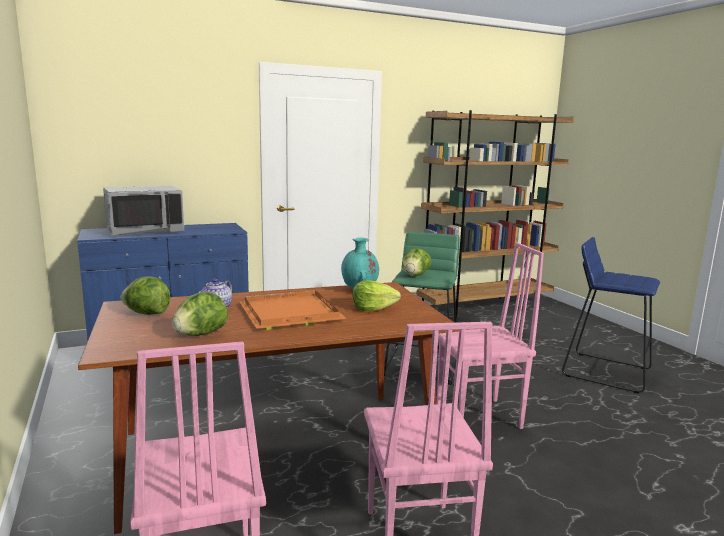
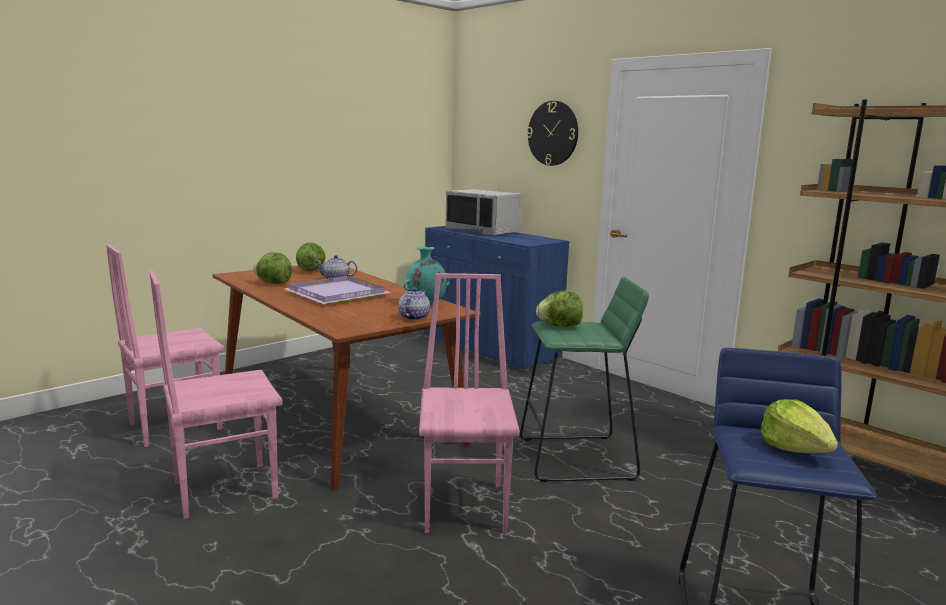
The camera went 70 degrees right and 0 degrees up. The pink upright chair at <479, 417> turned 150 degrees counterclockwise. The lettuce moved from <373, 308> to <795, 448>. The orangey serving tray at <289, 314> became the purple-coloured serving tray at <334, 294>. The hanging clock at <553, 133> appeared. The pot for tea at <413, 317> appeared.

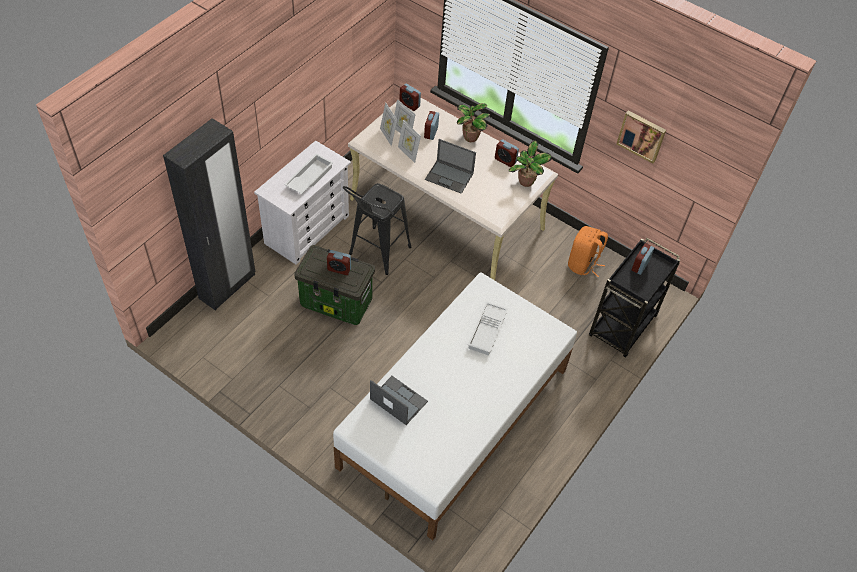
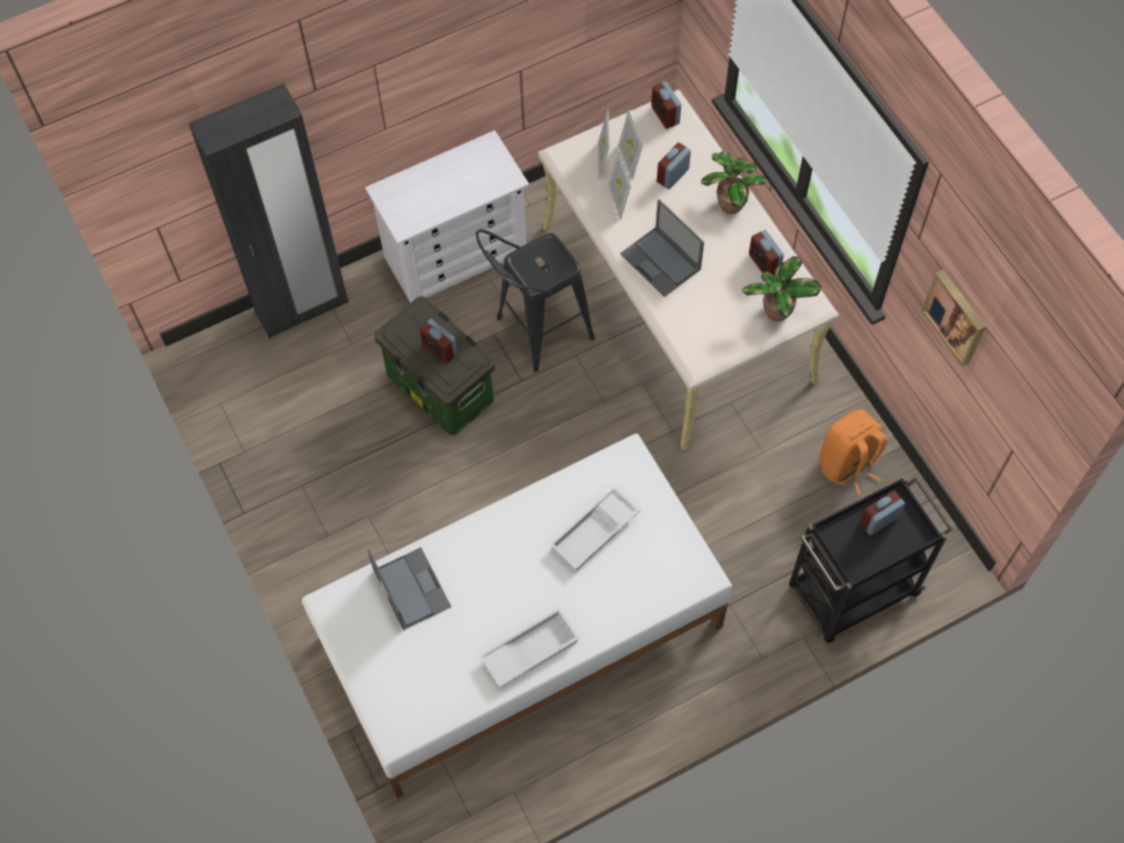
The camera went 30 degrees right and 10 degrees up. The white serving tray moved from <309, 177> to <530, 649>.

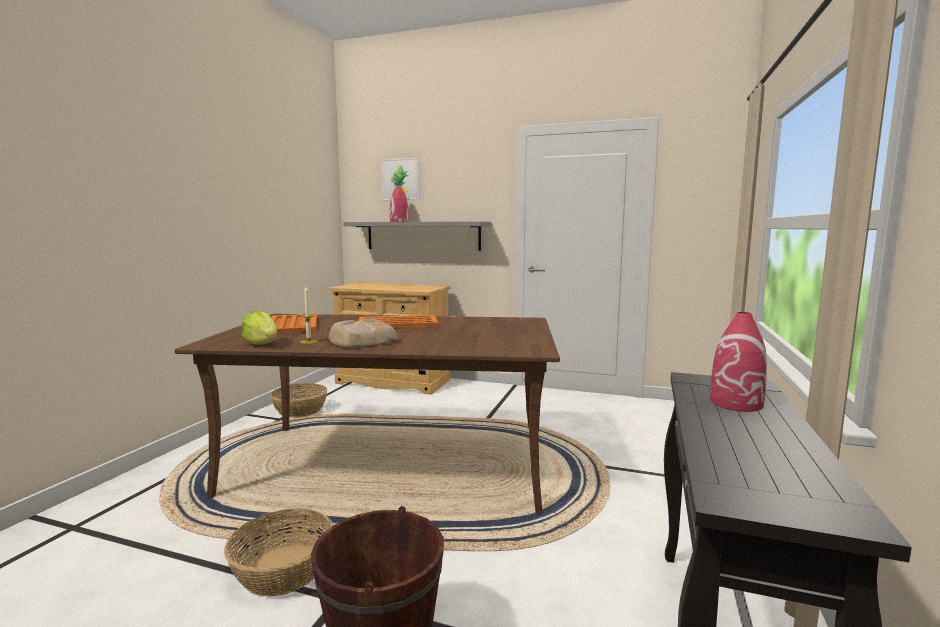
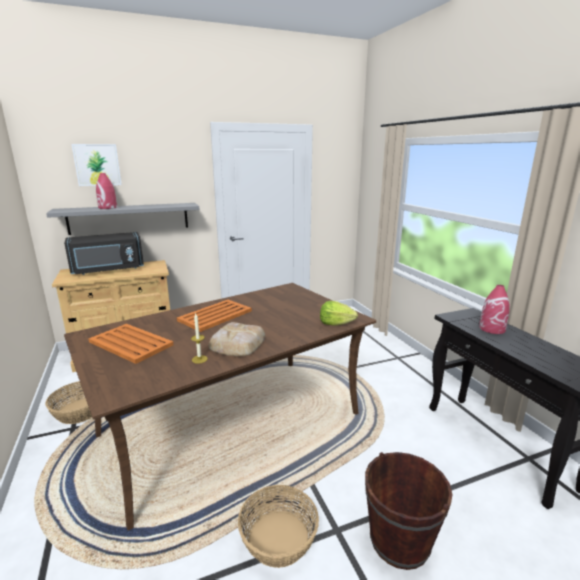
The camera went 40 degrees left and 10 degrees up. The lettuce moved from <262, 344> to <336, 323>. The black-coloured kitchen microwave at <108, 270> appeared.

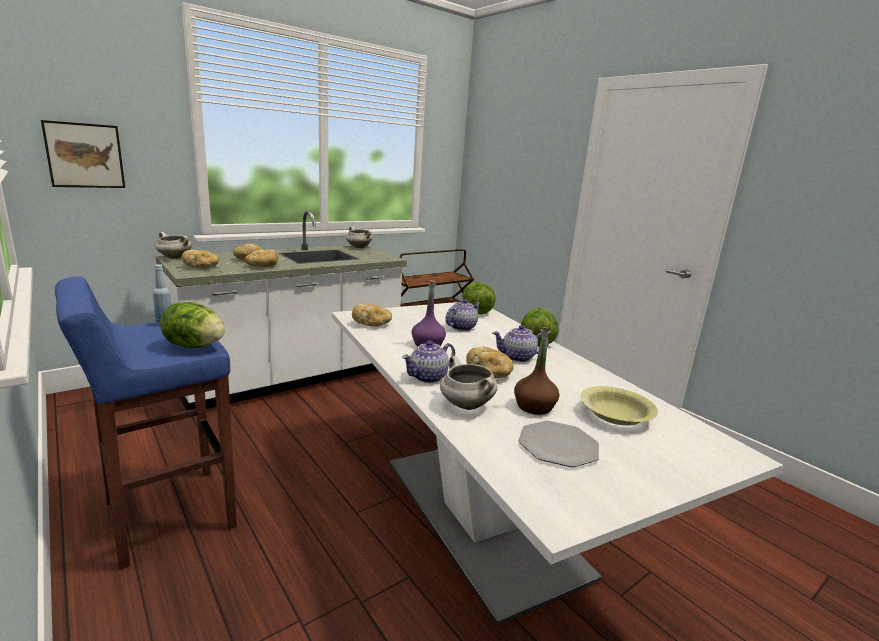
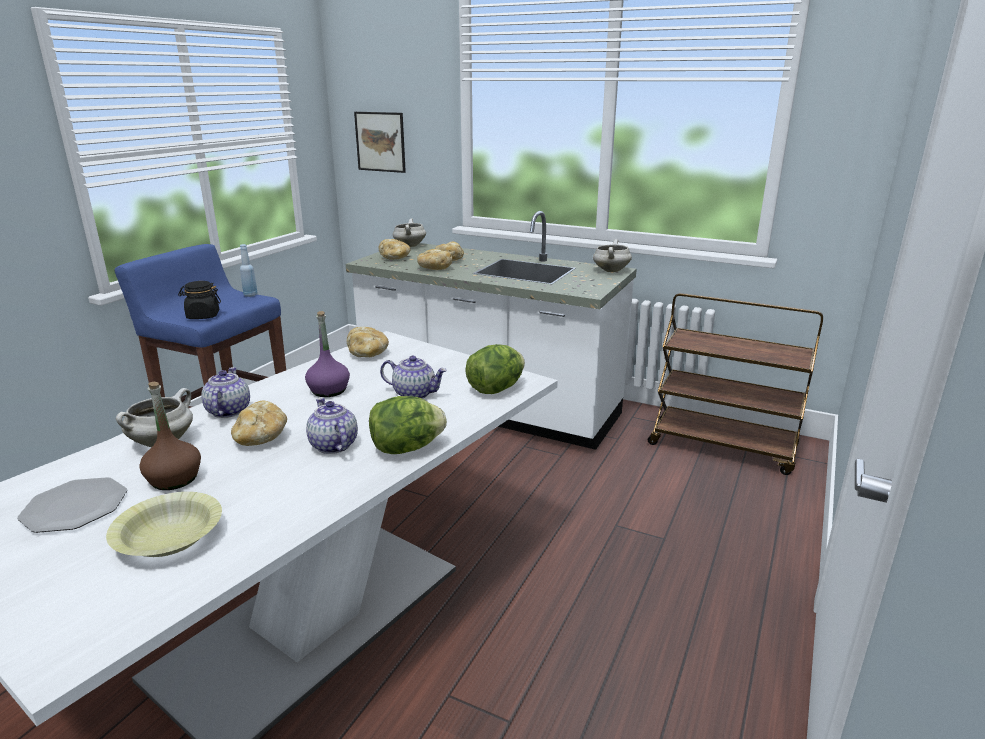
The camera went 65 degrees right and 5 degrees up. The lettuce at <195, 346> was replaced by the black-coloured preserve jar at <203, 316>. The pot for tea at <428, 377> turned 60 degrees clockwise.

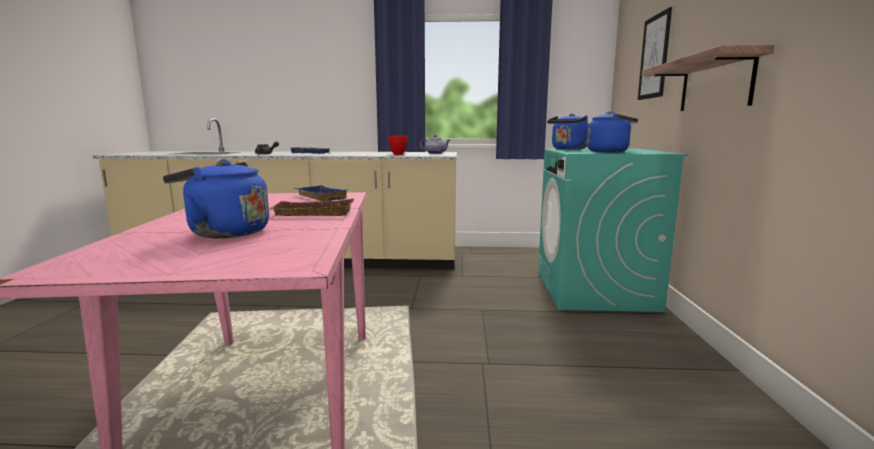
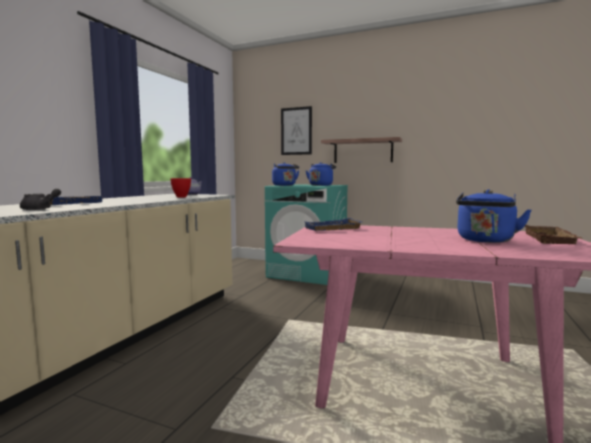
The camera went 70 degrees left and 5 degrees down. The brown-coloured serving tray moved from <312, 214> to <552, 239>.

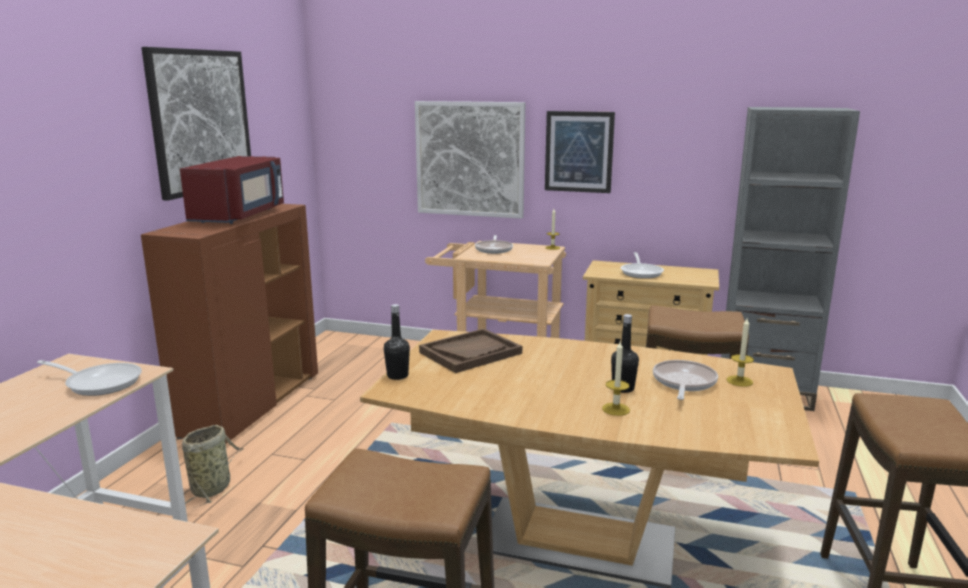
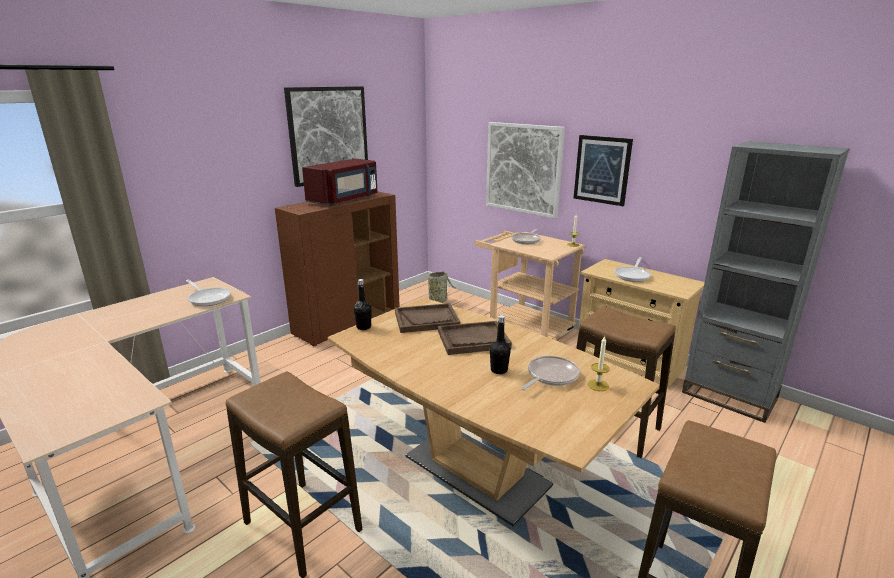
The camera went 25 degrees right and 5 degrees up. The wax candle at <615, 409> disappeared. The storage basket moved from <212, 488> to <439, 301>. The brown-coloured serving tray at <473, 339> appeared.

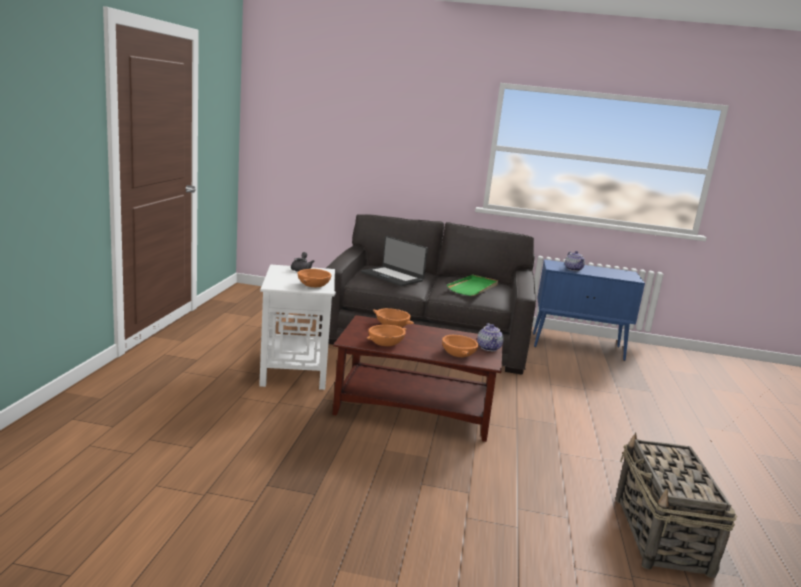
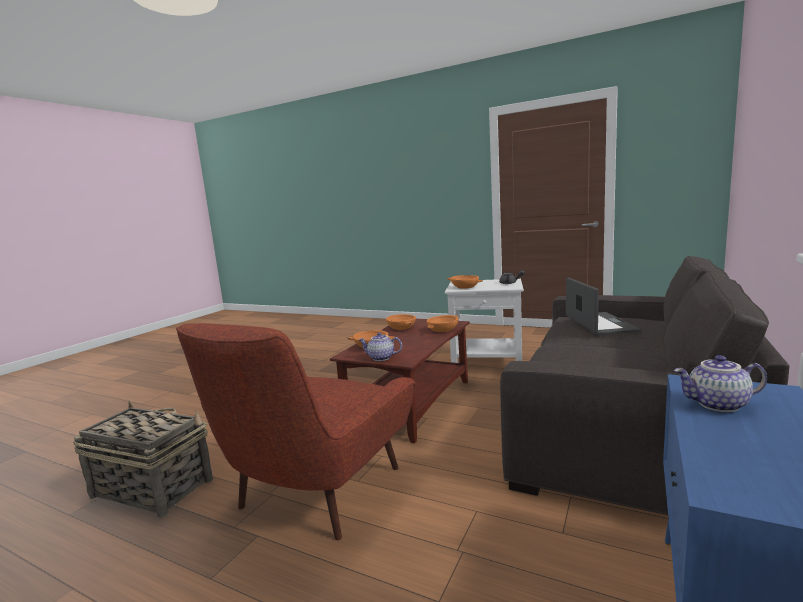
The camera went 110 degrees right and 5 degrees down. The notebook computer at <392, 276> turned 120 degrees clockwise. The green serving tray at <473, 287> disappeared. The reddish armchair at <315, 493> appeared.

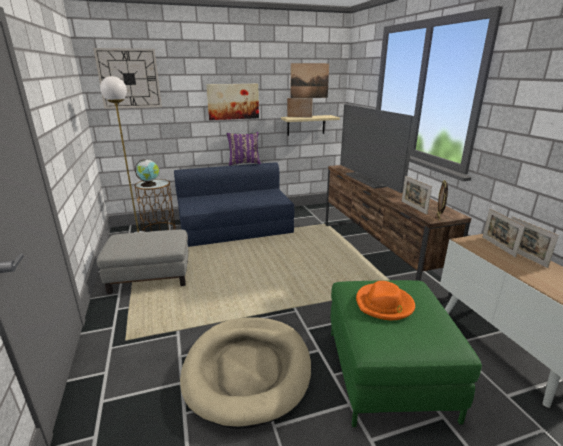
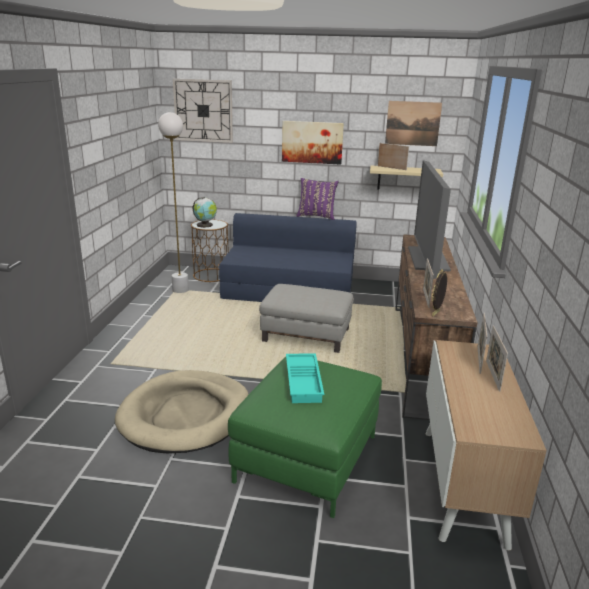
The camera went 25 degrees right and 0 degrees up. The gray pouffe moved from <150, 276> to <306, 335>. The orangey wearable hat at <384, 304> was replaced by the turquoise-coloured serving tray at <304, 382>.

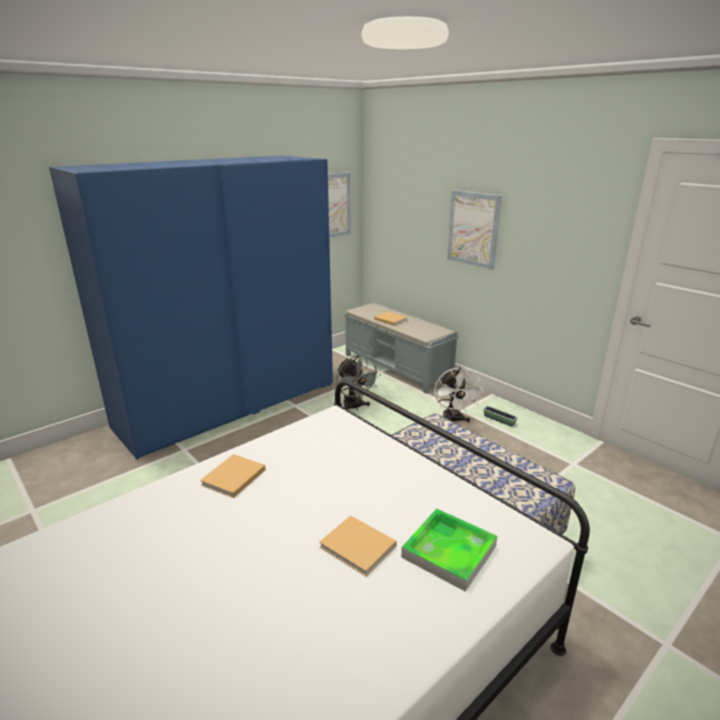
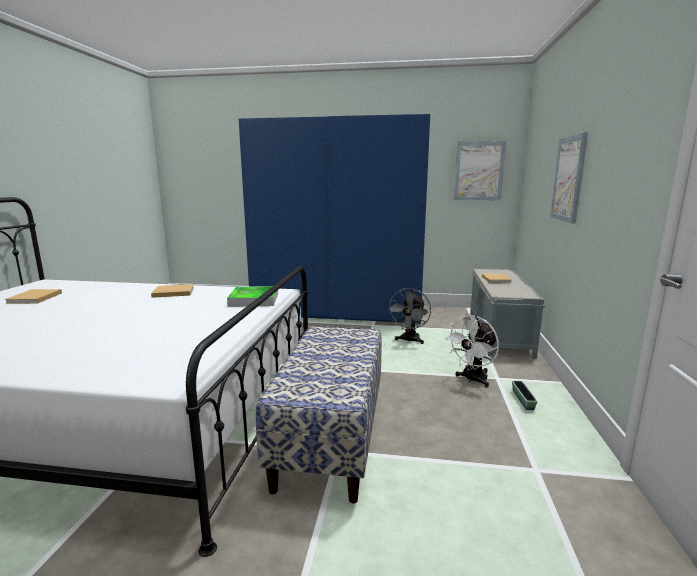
The camera went 50 degrees right and 10 degrees down. The serving tray moved from <449, 551> to <254, 300>. The beige-coloured book moved from <359, 548> to <33, 298>.

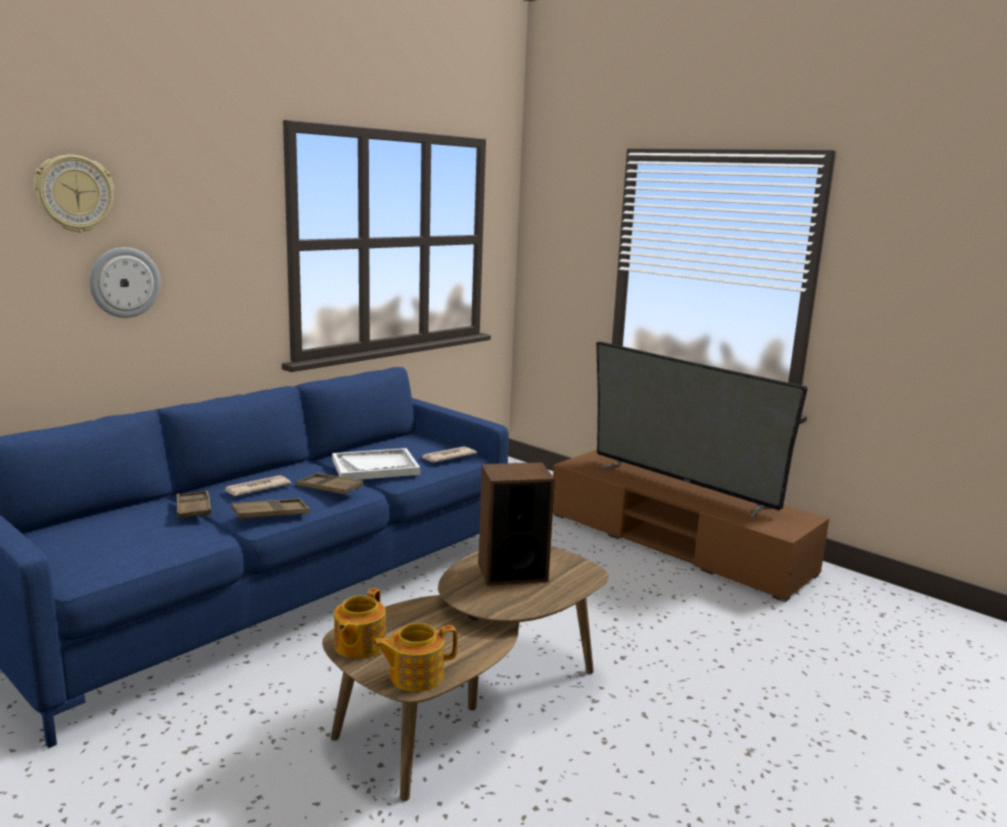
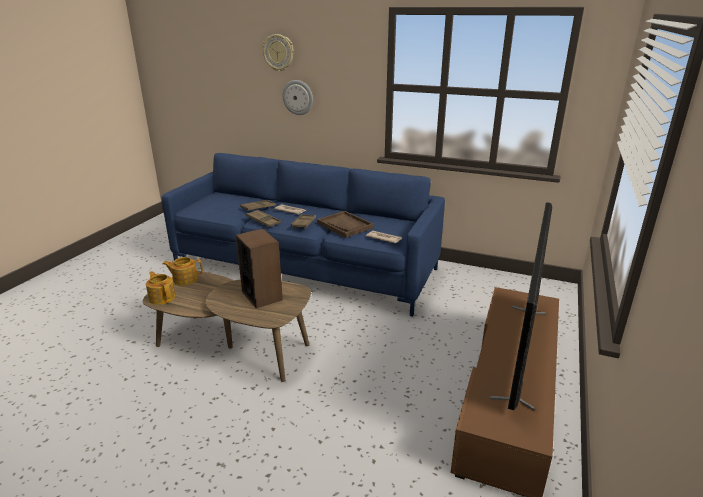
The camera went 70 degrees right and 10 degrees up. The white serving tray at <375, 467> became the brown-coloured serving tray at <345, 225>.

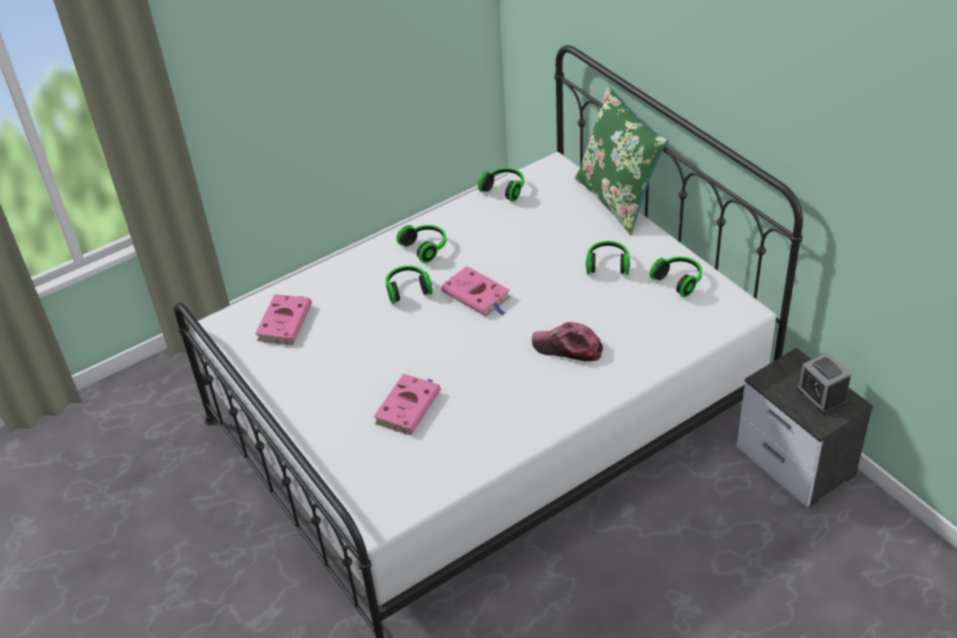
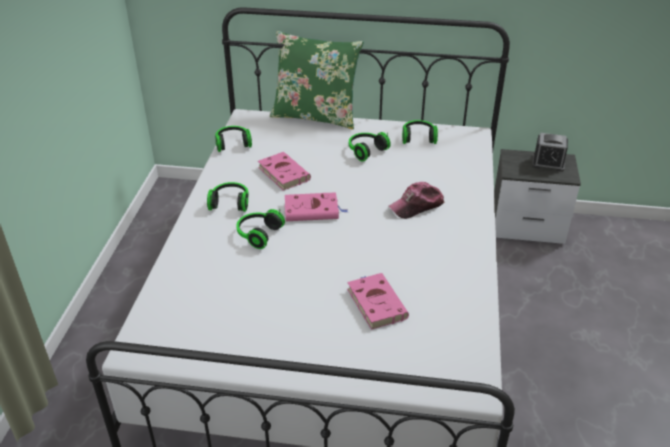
The camera went 50 degrees left and 5 degrees down. The pink book moved from <285, 321> to <282, 173>.

